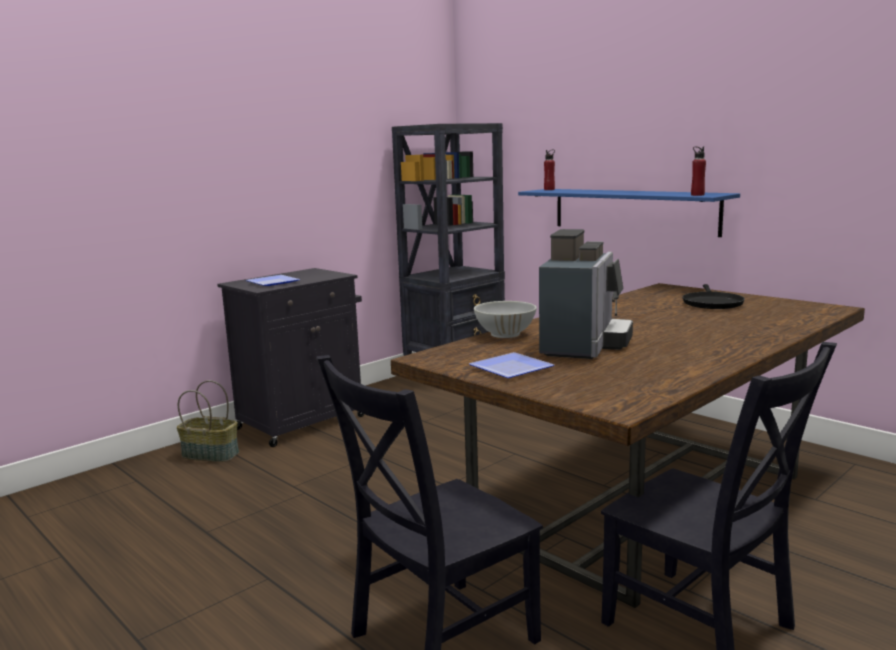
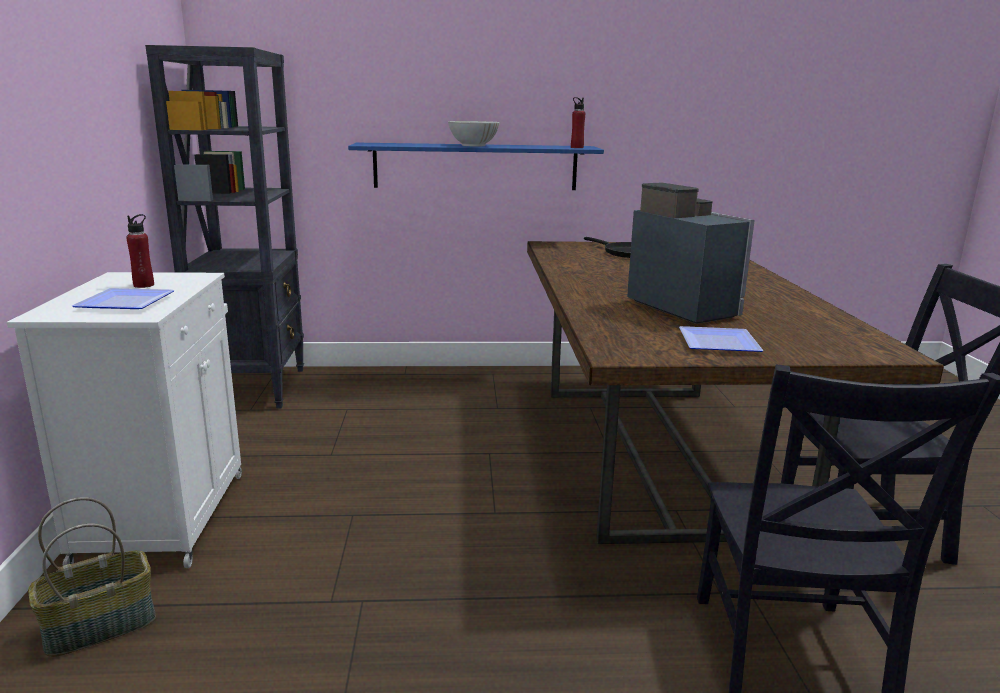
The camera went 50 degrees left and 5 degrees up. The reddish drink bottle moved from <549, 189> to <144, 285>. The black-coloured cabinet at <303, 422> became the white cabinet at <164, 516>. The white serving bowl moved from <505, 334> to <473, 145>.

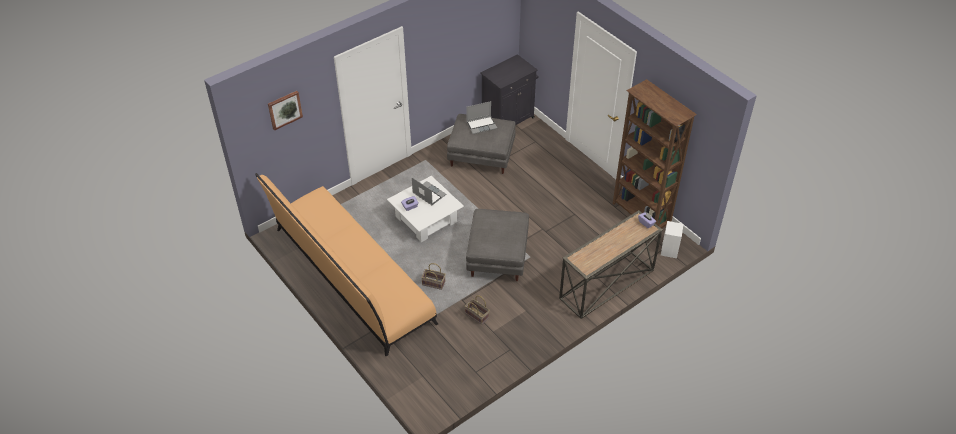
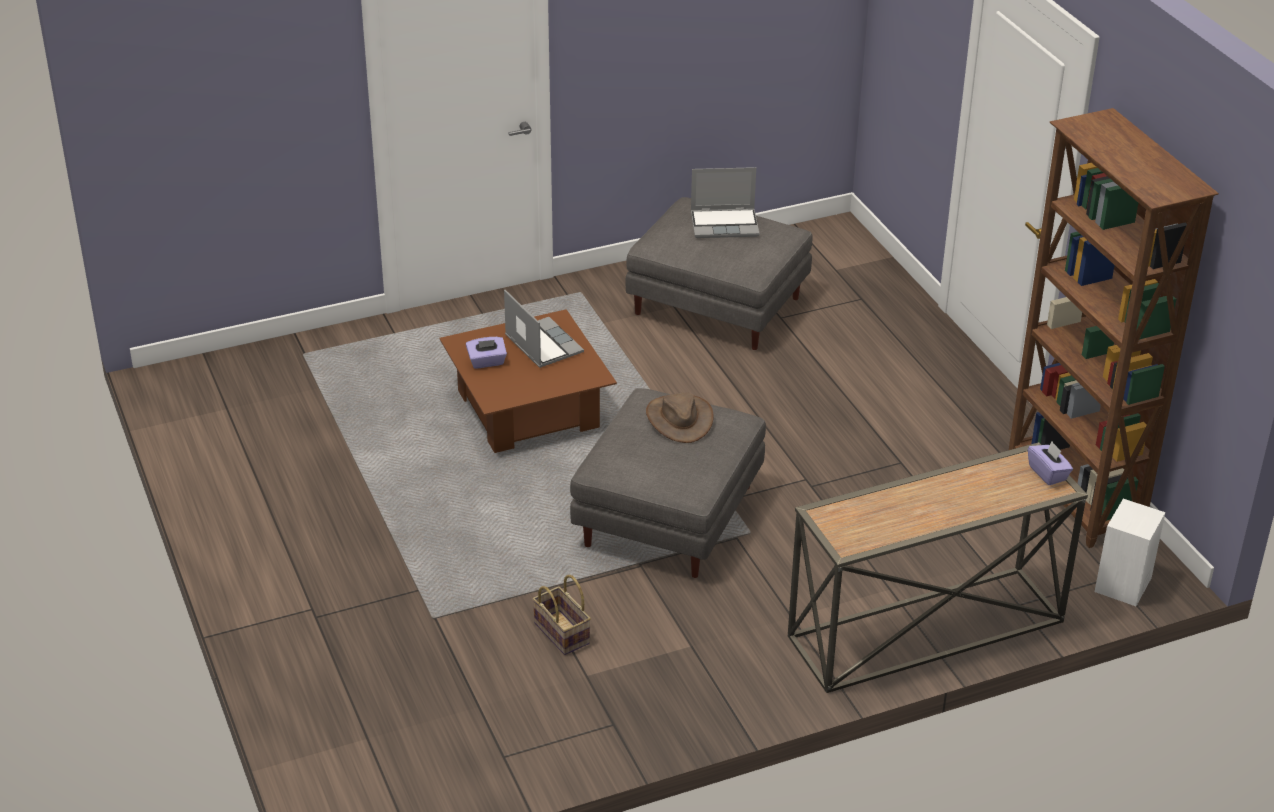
The camera went 15 degrees right and 10 degrees down. The black-coloured cabinet at <508, 119> disappeared. The wall art at <284, 109> disappeared. The orangey couch at <349, 277> disappeared. The white coffee table at <426, 219> became the brown-coloured coffee table at <528, 409>. The storage basket at <434, 283> disappeared. The brown-coloured wearable hat at <679, 419> appeared.

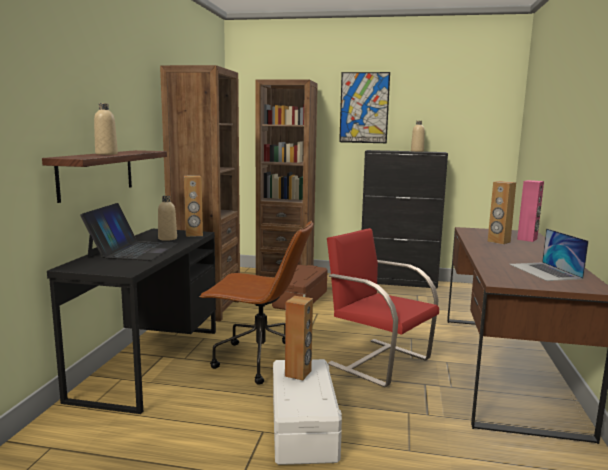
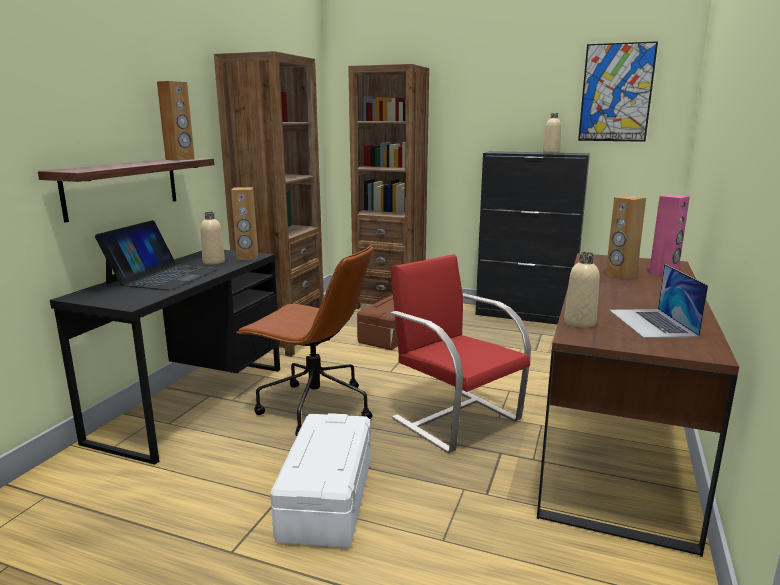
The camera went 10 degrees right and 5 degrees up. The wall art moved from <364, 108> to <616, 93>. The beige-coloured drink bottle moved from <106, 154> to <579, 323>. The brown-coloured loudspeaker moved from <298, 373> to <180, 159>.

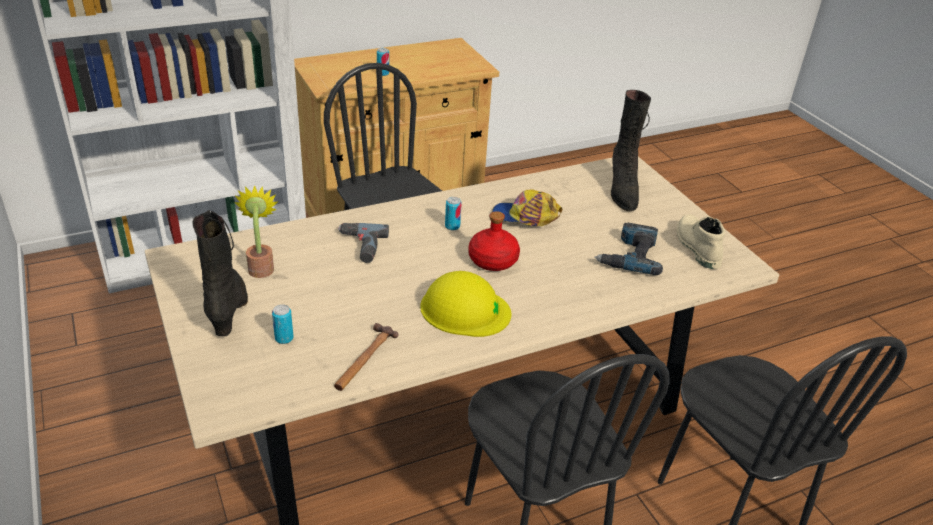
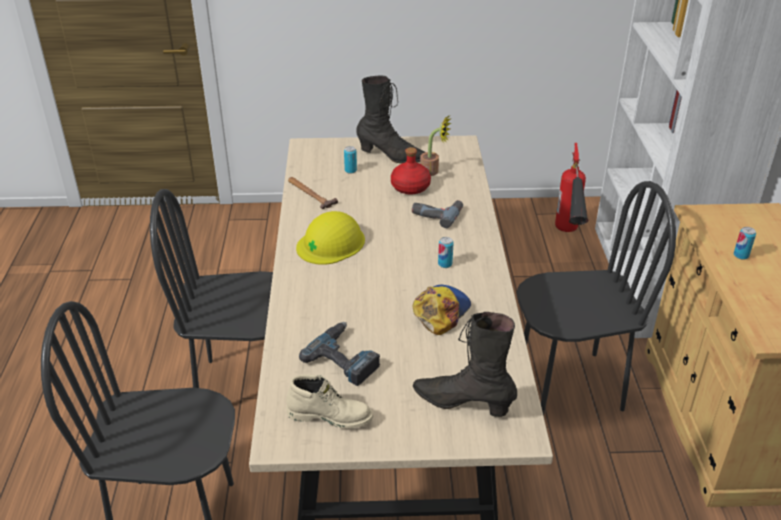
The camera went 115 degrees right and 0 degrees up. The reddish drink bottle moved from <492, 261> to <410, 187>. The fire-fighting cylinder at <568, 238> appeared.

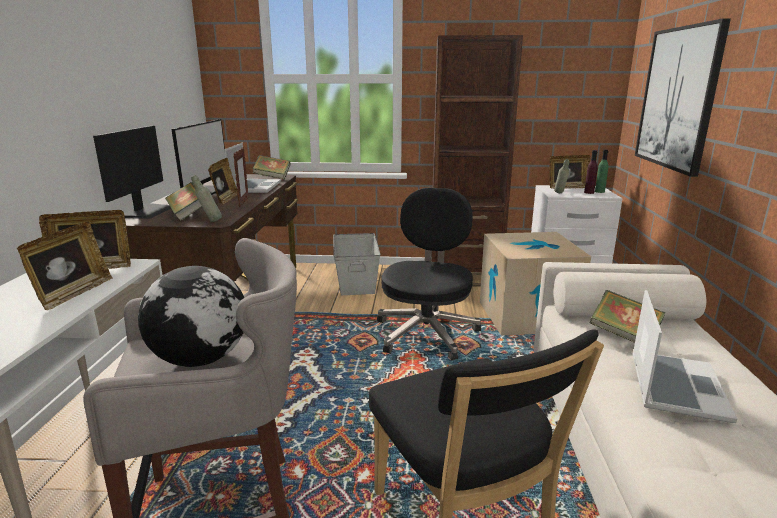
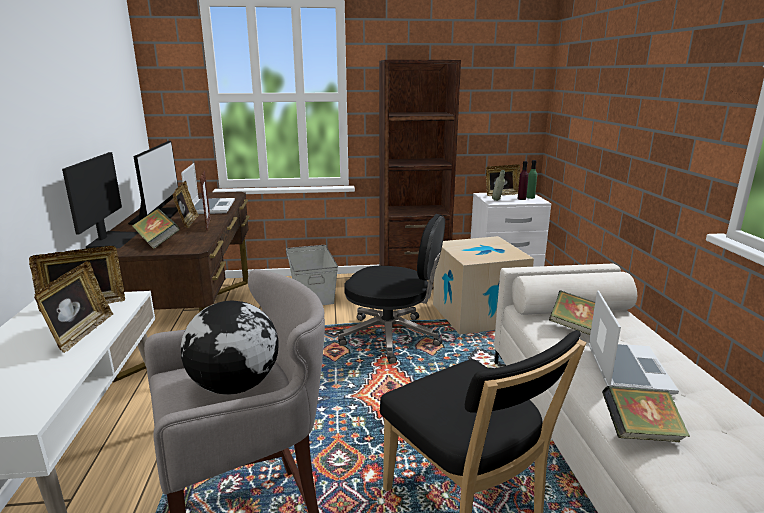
The camera went 10 degrees left and 0 degrees up. The wall art at <678, 98> disappeared. The book moved from <272, 177> to <640, 433>. The gray drink bottle at <209, 222> disappeared. The black-coloured desk chair at <426, 332> turned 105 degrees clockwise.

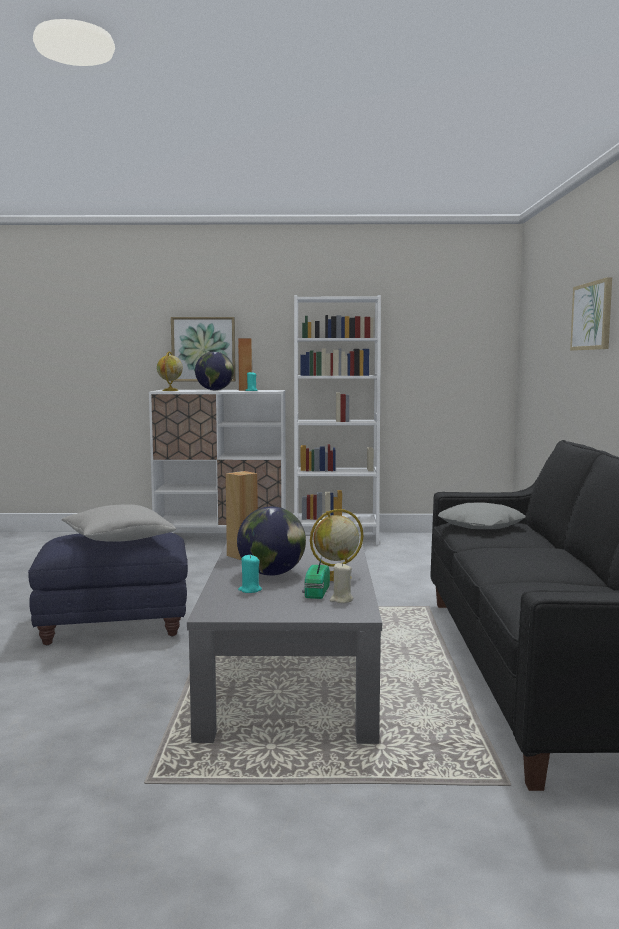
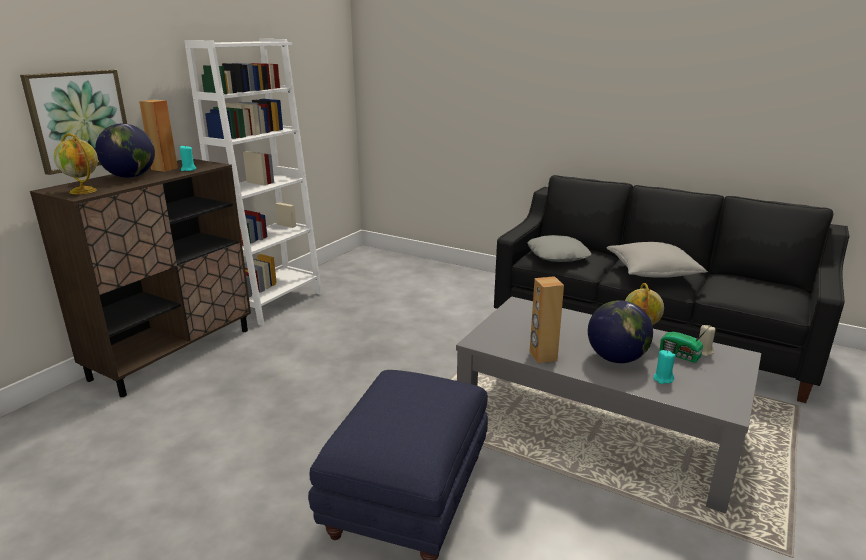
The camera went 60 degrees left and 15 degrees up. The wall art at <592, 316> disappeared. The white cabinet at <222, 538> became the brown-coloured cabinet at <174, 353>. The gray cushion moved from <117, 539> to <652, 272>.

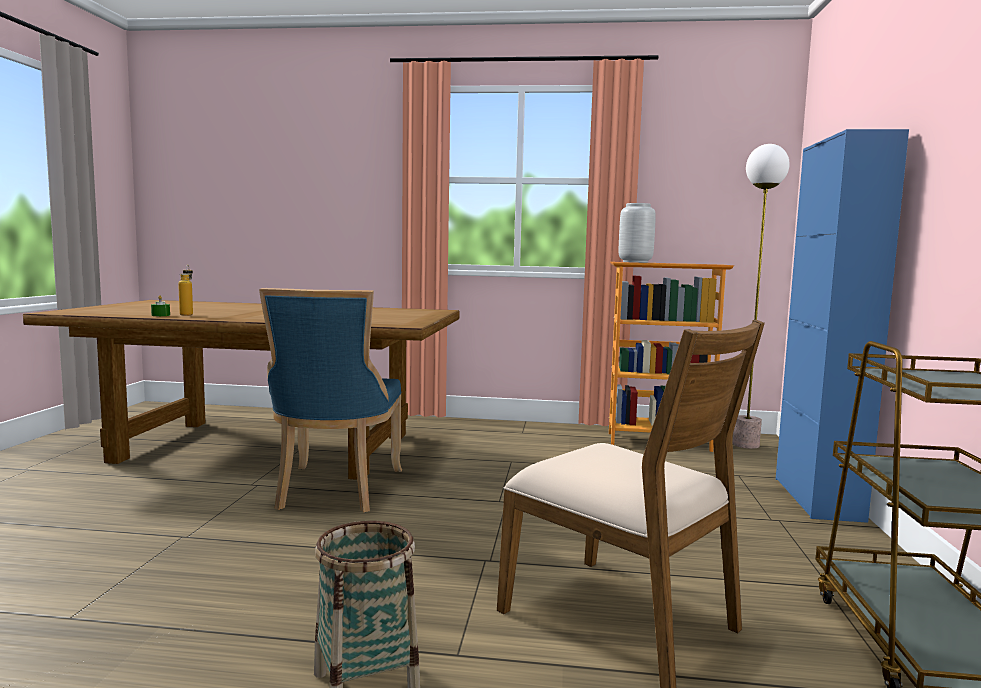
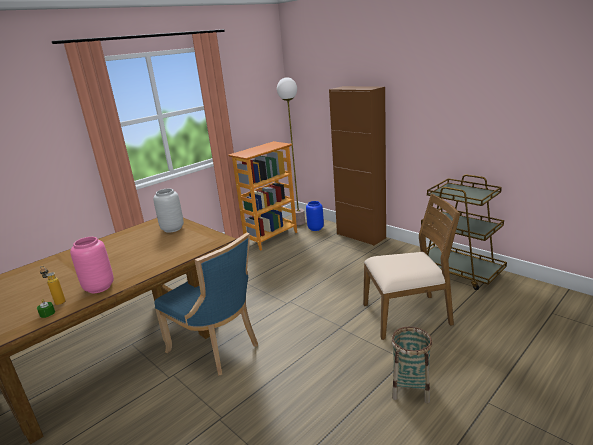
The camera went 50 degrees left and 15 degrees up. The bluish cabinet at <817, 499> became the brown-coloured cabinet at <361, 236>. The gray flower vase moved from <636, 262> to <173, 228>. The bluish flower vase at <316, 228> appeared. The pink flower vase at <100, 287> appeared.

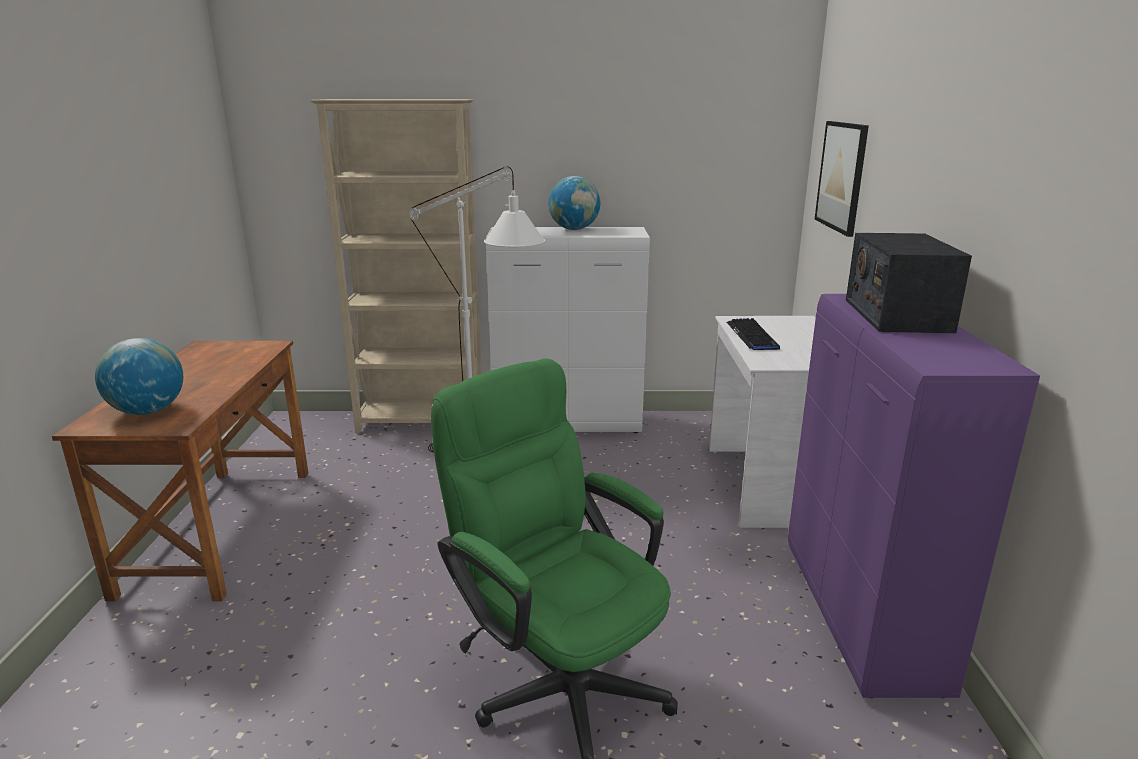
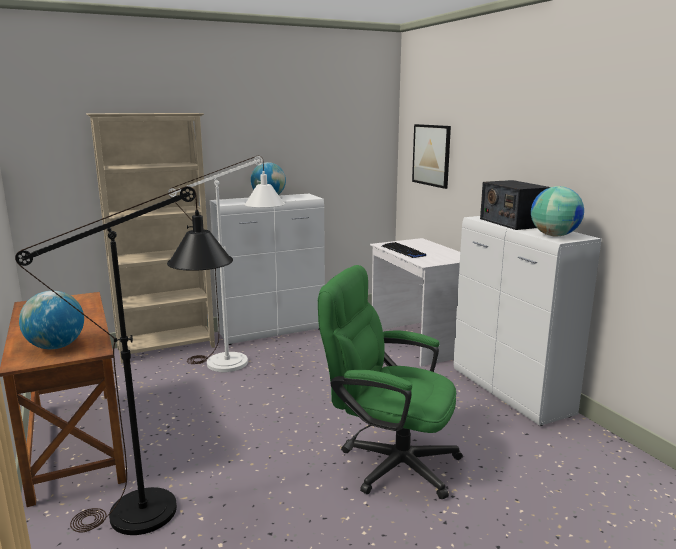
The camera went 25 degrees left and 5 degrees down. The purple-coloured cabinet at <861, 616> became the white cabinet at <511, 393>. The black-coloured standing lamp at <163, 509> appeared. The globe at <554, 235> appeared.

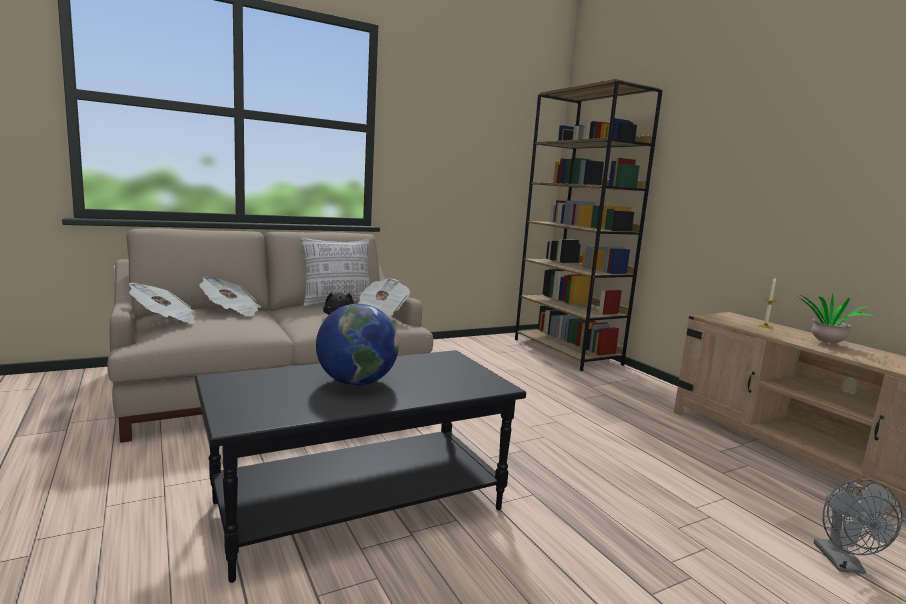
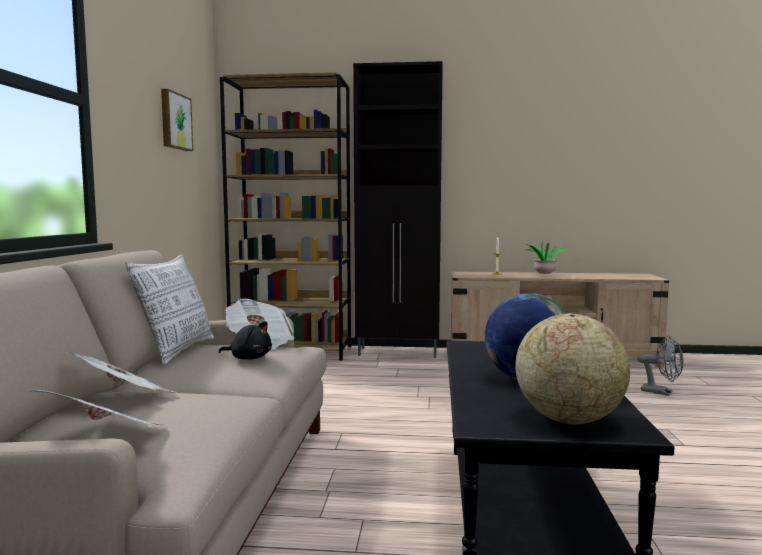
The camera went 55 degrees left and 5 degrees down. The black-coloured cabinet at <399, 352> appeared. The wall art at <174, 121> appeared. The globe at <568, 419> appeared.

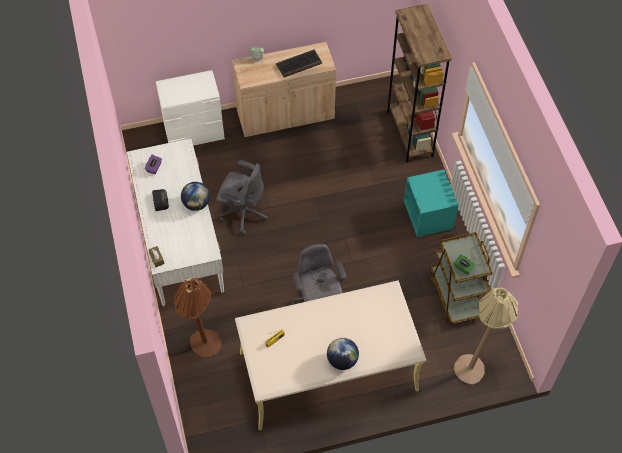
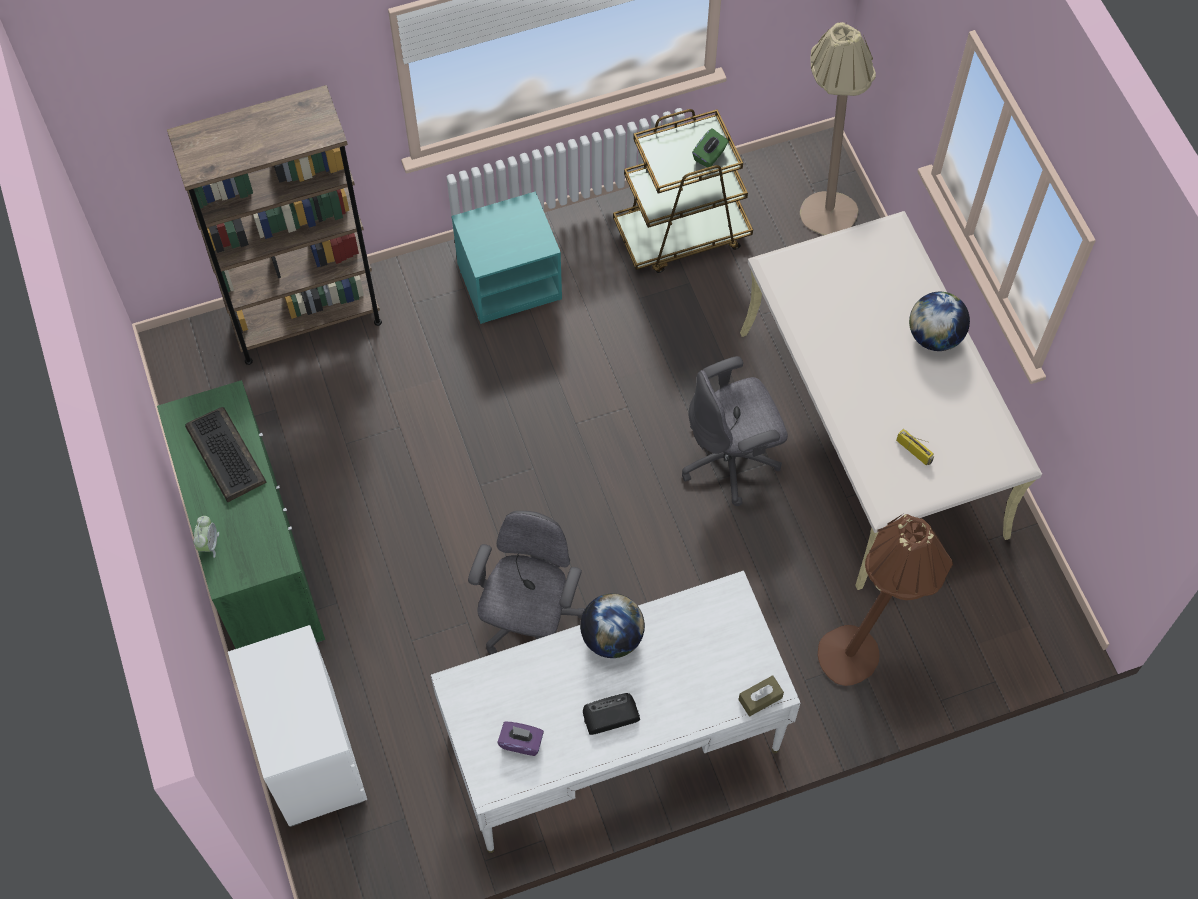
The camera went 95 degrees left and 5 degrees up. The beige-coloured cabinet at <285, 115> became the green cabinet at <258, 561>.

